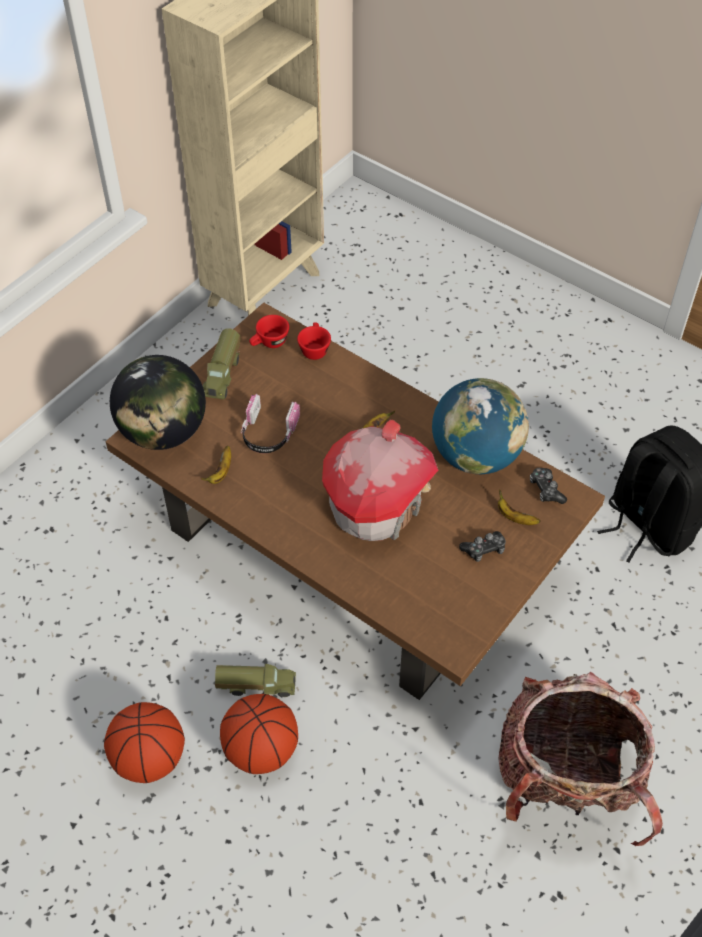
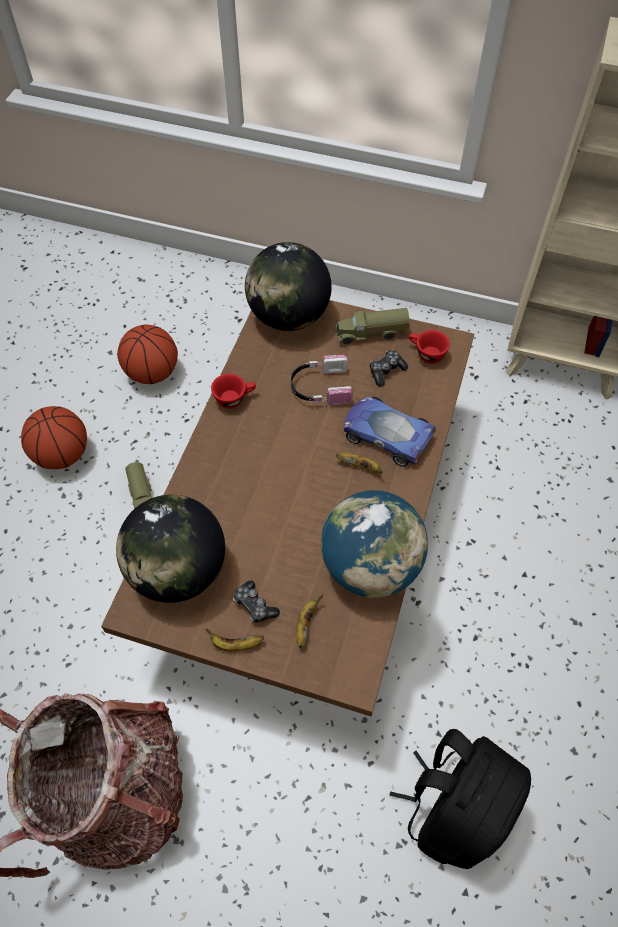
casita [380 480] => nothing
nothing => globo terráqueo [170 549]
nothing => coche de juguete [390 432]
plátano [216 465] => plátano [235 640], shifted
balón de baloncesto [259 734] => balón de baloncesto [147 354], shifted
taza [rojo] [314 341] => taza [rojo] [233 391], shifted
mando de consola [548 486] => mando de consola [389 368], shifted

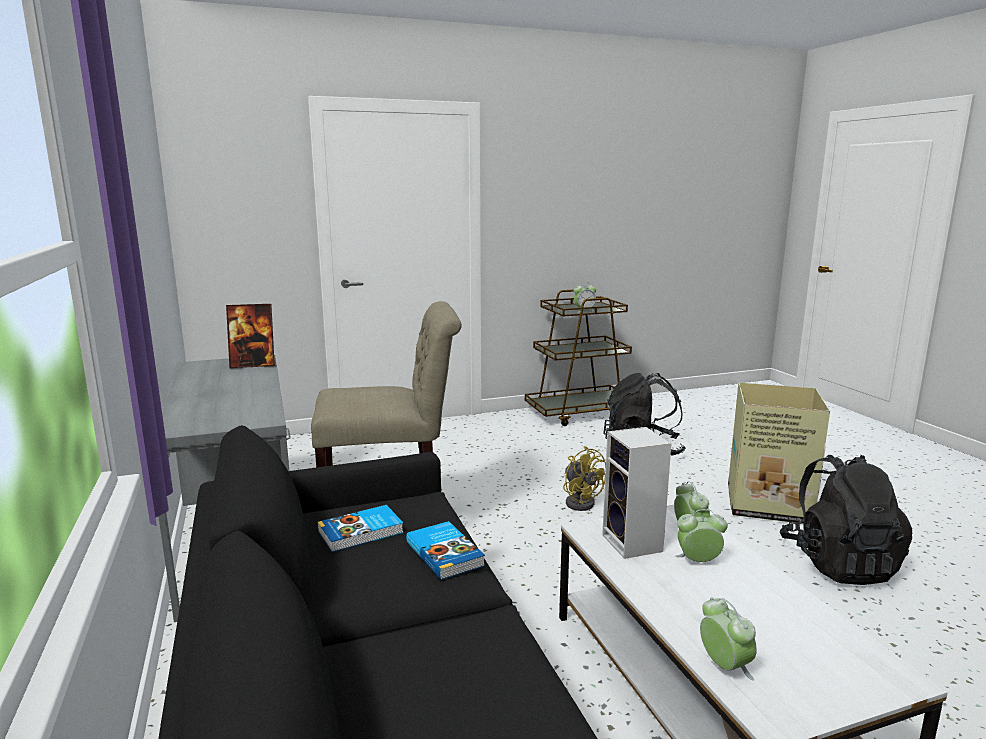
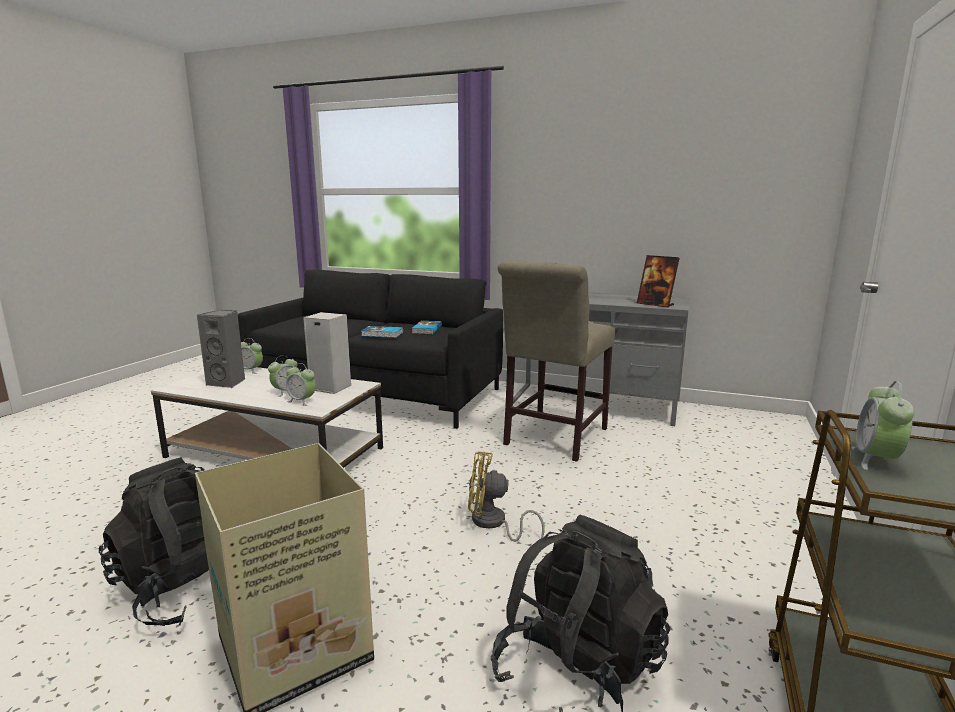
nothing => altavoz [gris] [221 349]
portarretratos [250 336] => portarretratos [658 281], 75 degrees counterclockwise

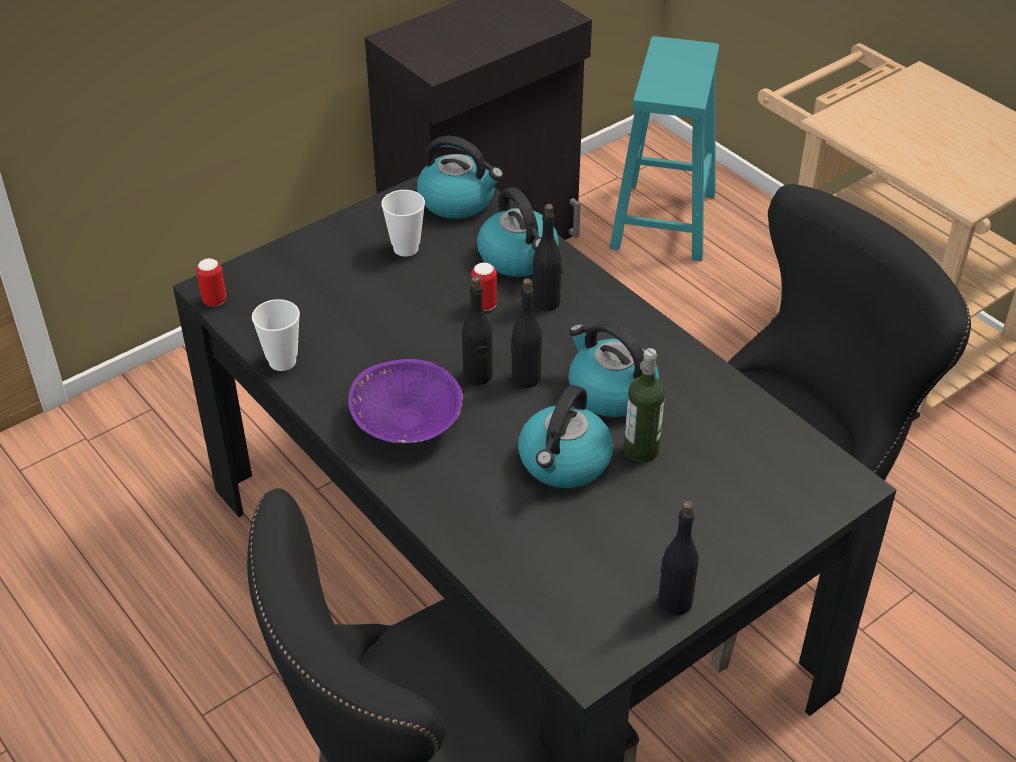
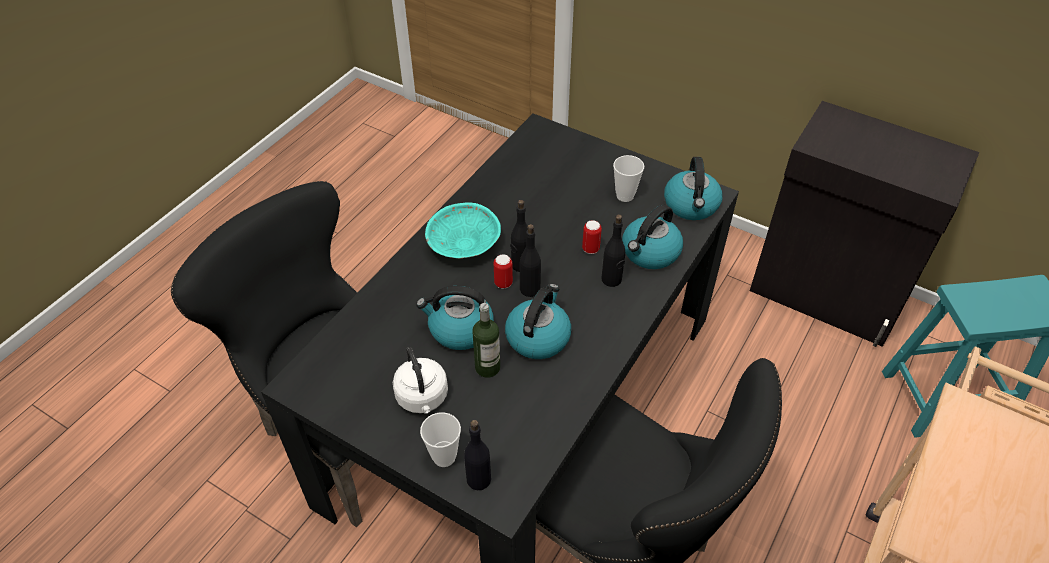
nothing => hervidor [blanco] [420 380]
lata [211 282] => lata [503 271], shifted
taza [276 335] => taza [440 439], shifted
botella [negro] [678 558] => botella [negro] [477 455], shifted
cuenco [morado] [405 401] => cuenco [turquesa] [463 230]

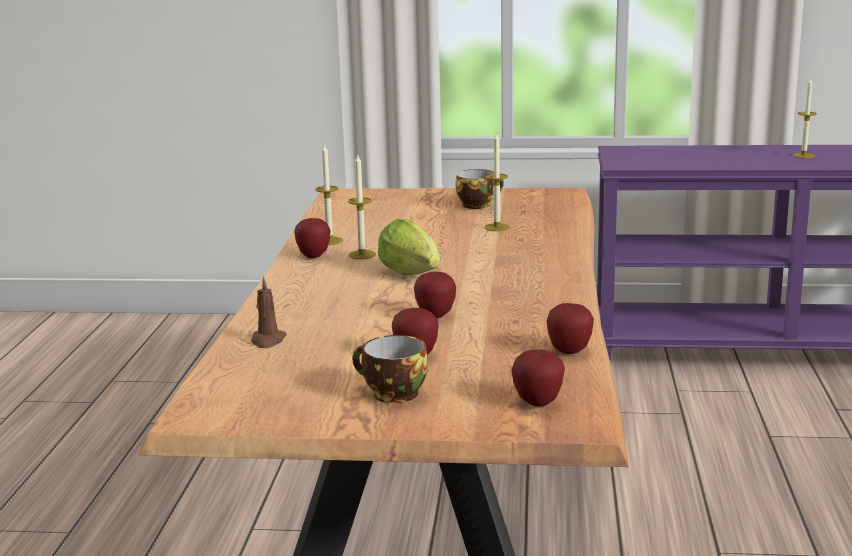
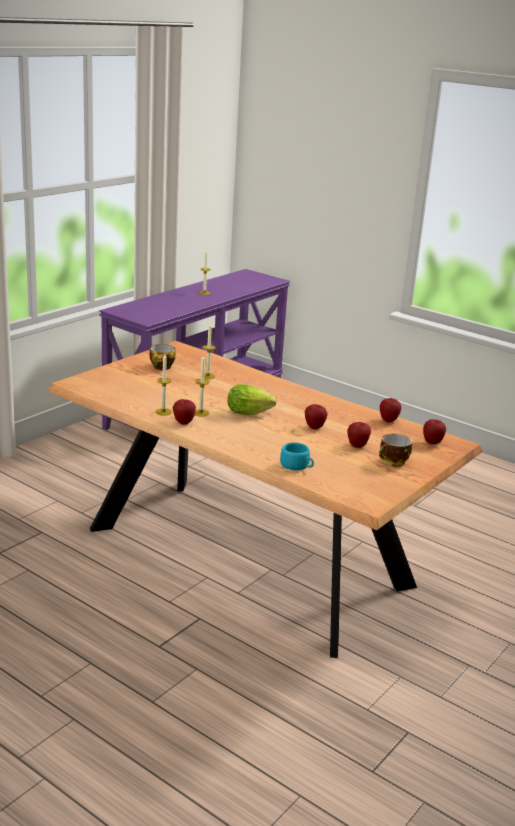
vela [marrón] [269 312] => taza [turquesa] [297 456]

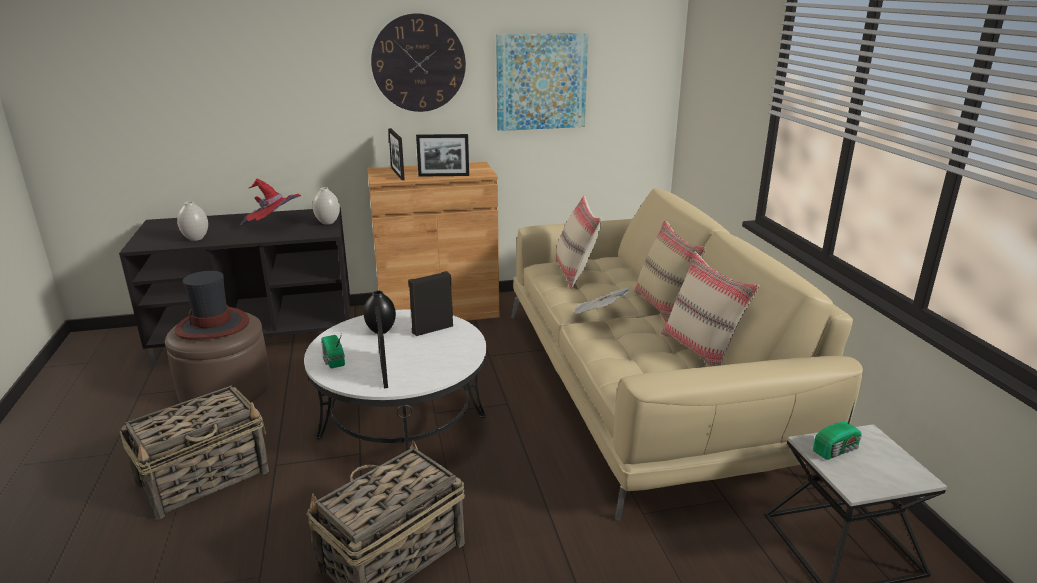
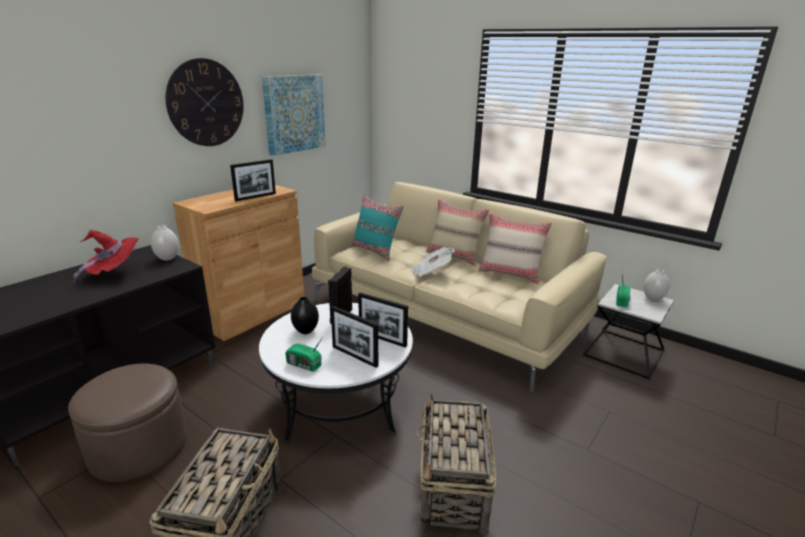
sombrero [212 305] => nothing
florero [blanco] [192 221] => florero [blanco] [656 285], shifted
portarretratos [396 154] => portarretratos [383 320], shifted
cojín [beis] [579 242] => cojín [turquesa] [377 228]

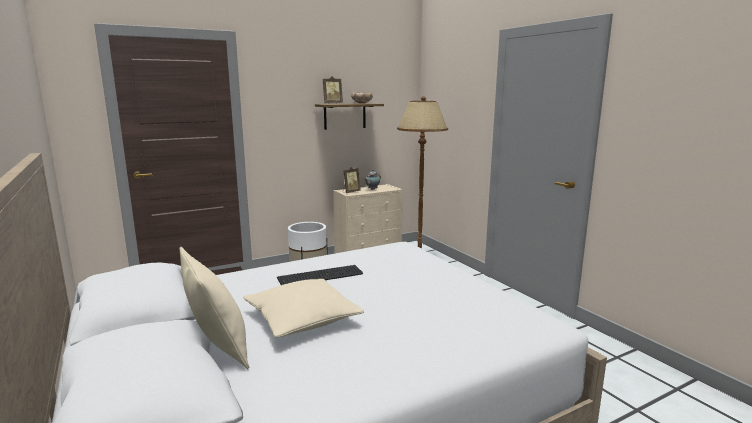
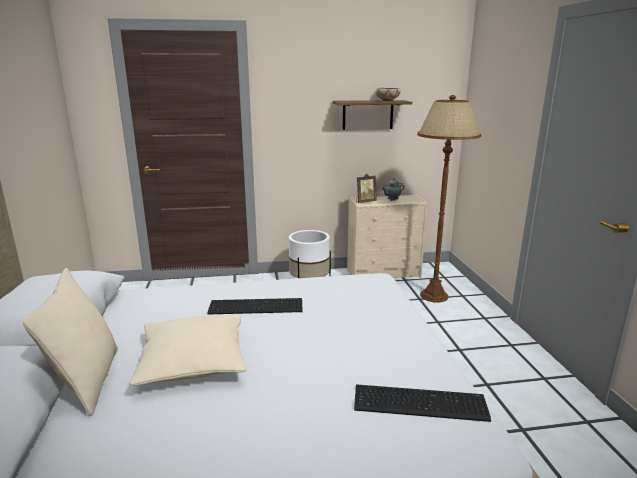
portarretratos [333 90] => nothing
nothing => teclado [422 403]

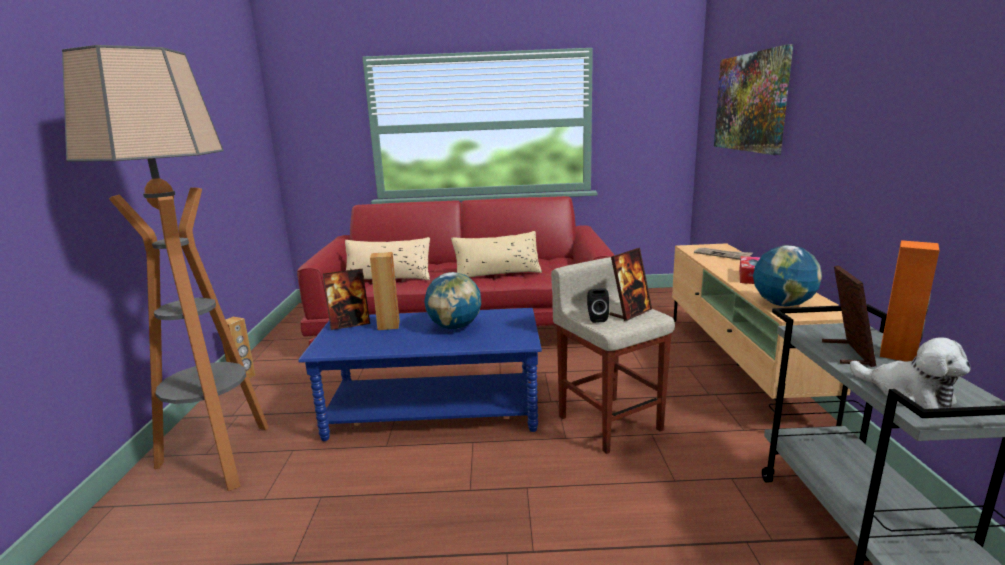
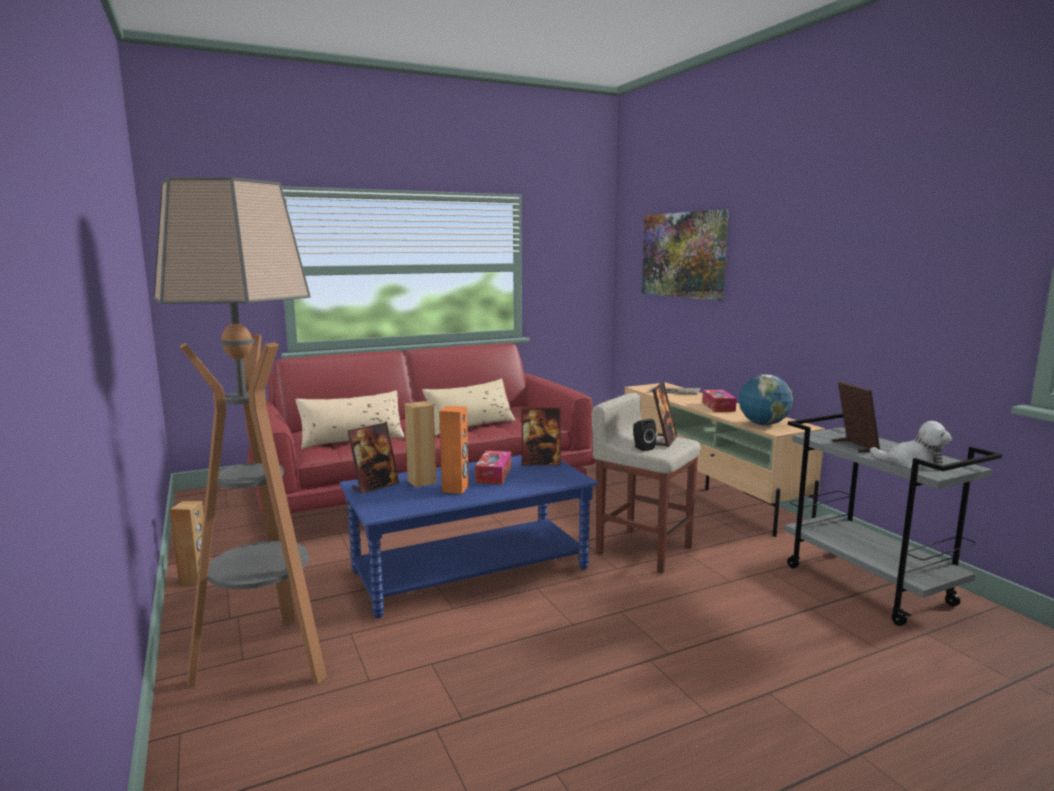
nothing => portarretratos [541 437]
altavoz [naranja] [910 301] => altavoz [naranja] [454 450], shifted
globo terráqueo [452 300] => caja de pañuelos [493 468]

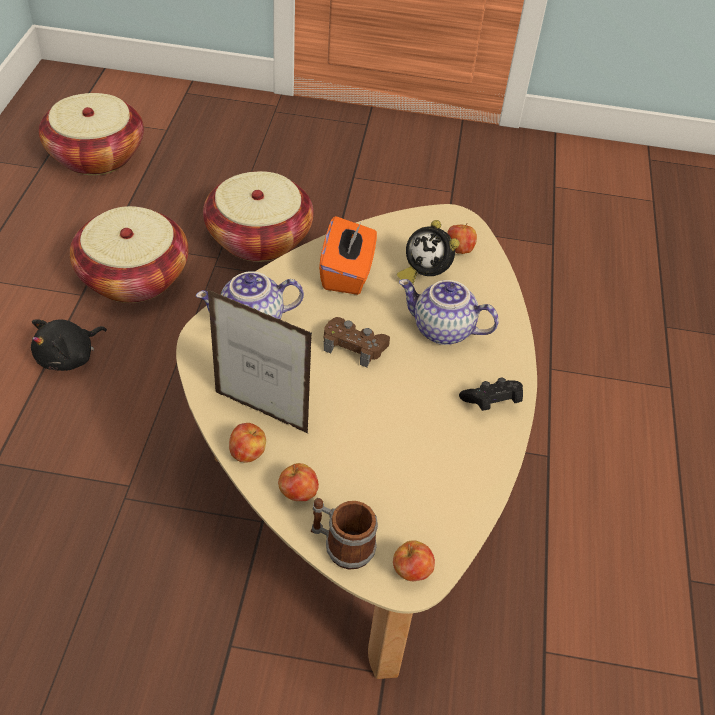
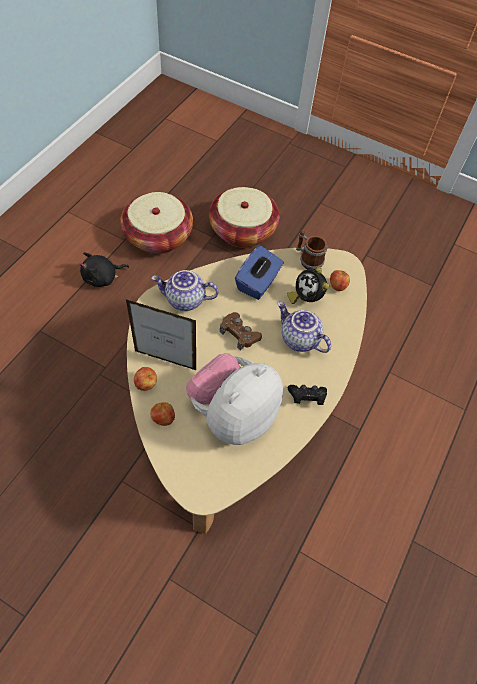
cesta [91 134] => nothing
manzana [414 560] => nothing
nothing => peluche [234 399]
taza grande [344 533] => taza grande [312 250], shifted
caja de pañuelos [naranja] [348 255] => caja de pañuelos [azul] [259 272]
portarretratos [260 361] => portarretratos [161 334], 150 degrees clockwise

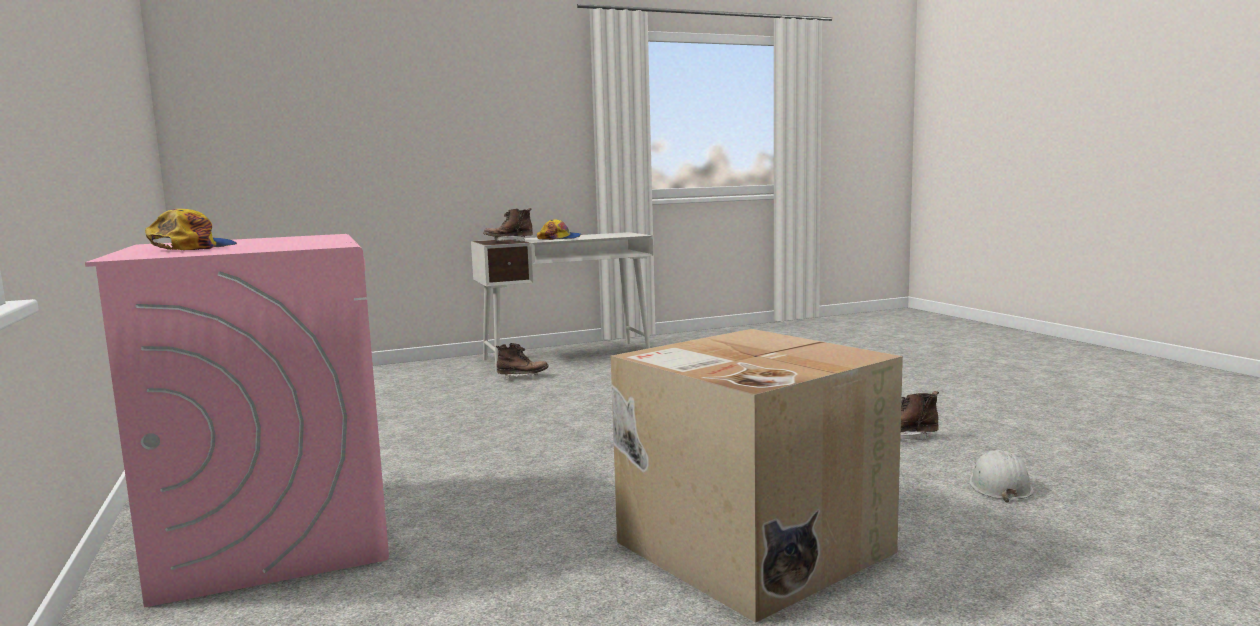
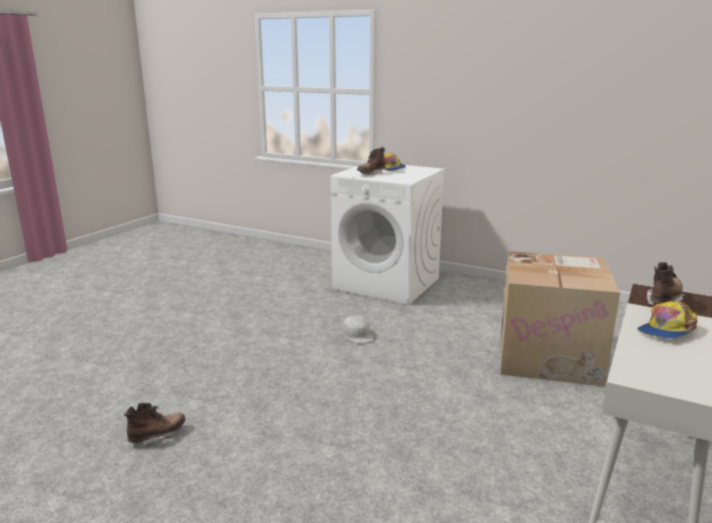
bota [marrón] [522 361] => bota [marrón] [371 161], shifted
caja de cartón [757 476] => caja de cartón [560 319], shifted
casco [blanco] [1001 476] => casco [blanco] [357 329], shifted
lavadora [rosa] [237 421] => lavadora [blanco] [388 234]

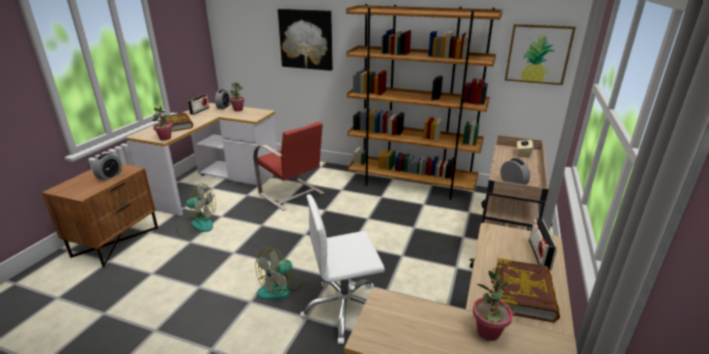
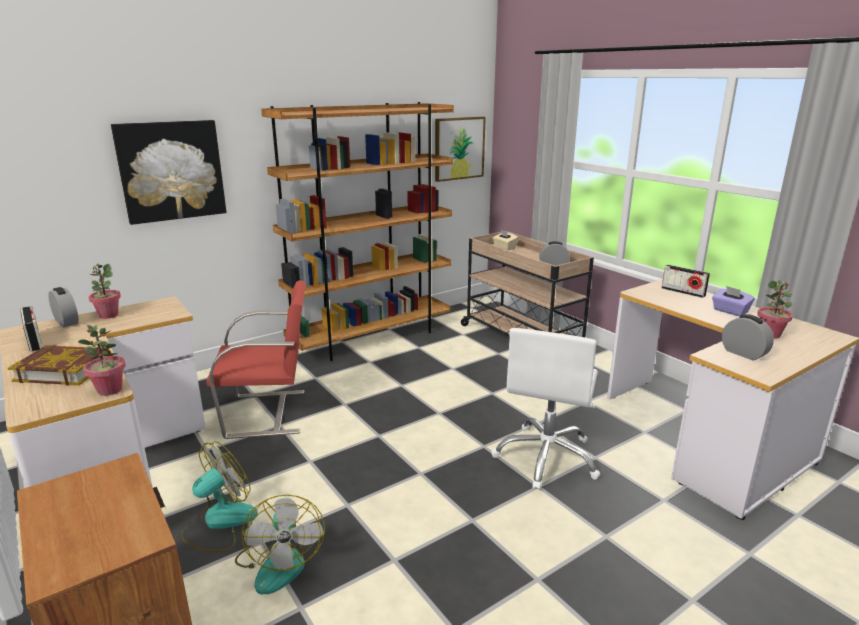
despertador [107 167] => despertador [748 337], shifted
ventilador [279 274] => ventilador [280 545], shifted
libro [527 290] => caja de pañuelos [morado] [733 301]

